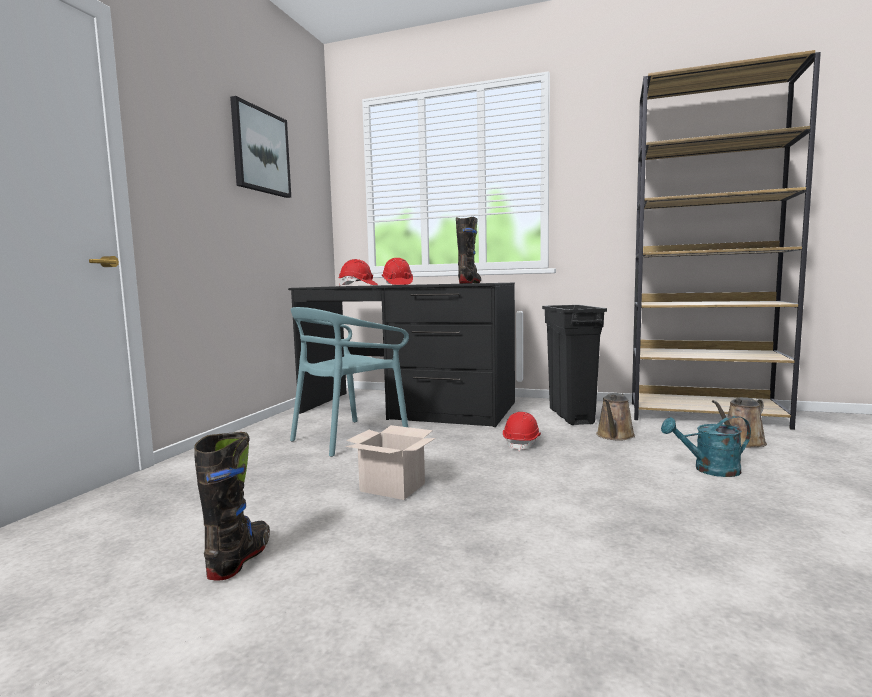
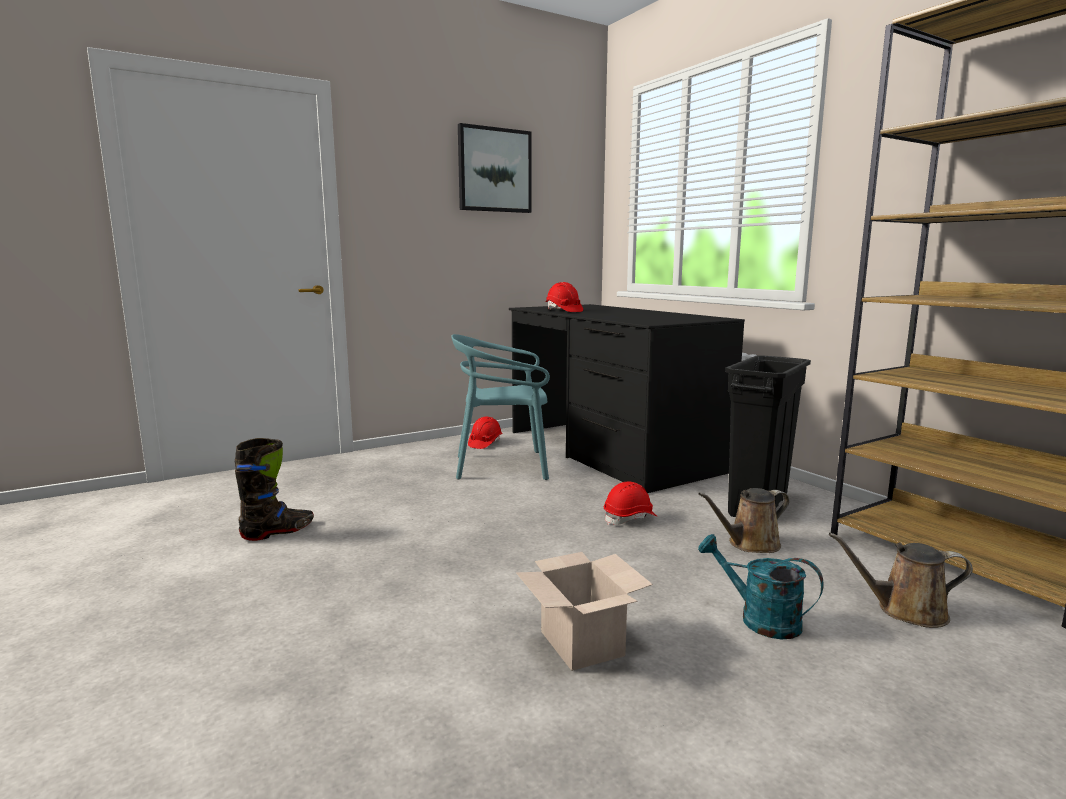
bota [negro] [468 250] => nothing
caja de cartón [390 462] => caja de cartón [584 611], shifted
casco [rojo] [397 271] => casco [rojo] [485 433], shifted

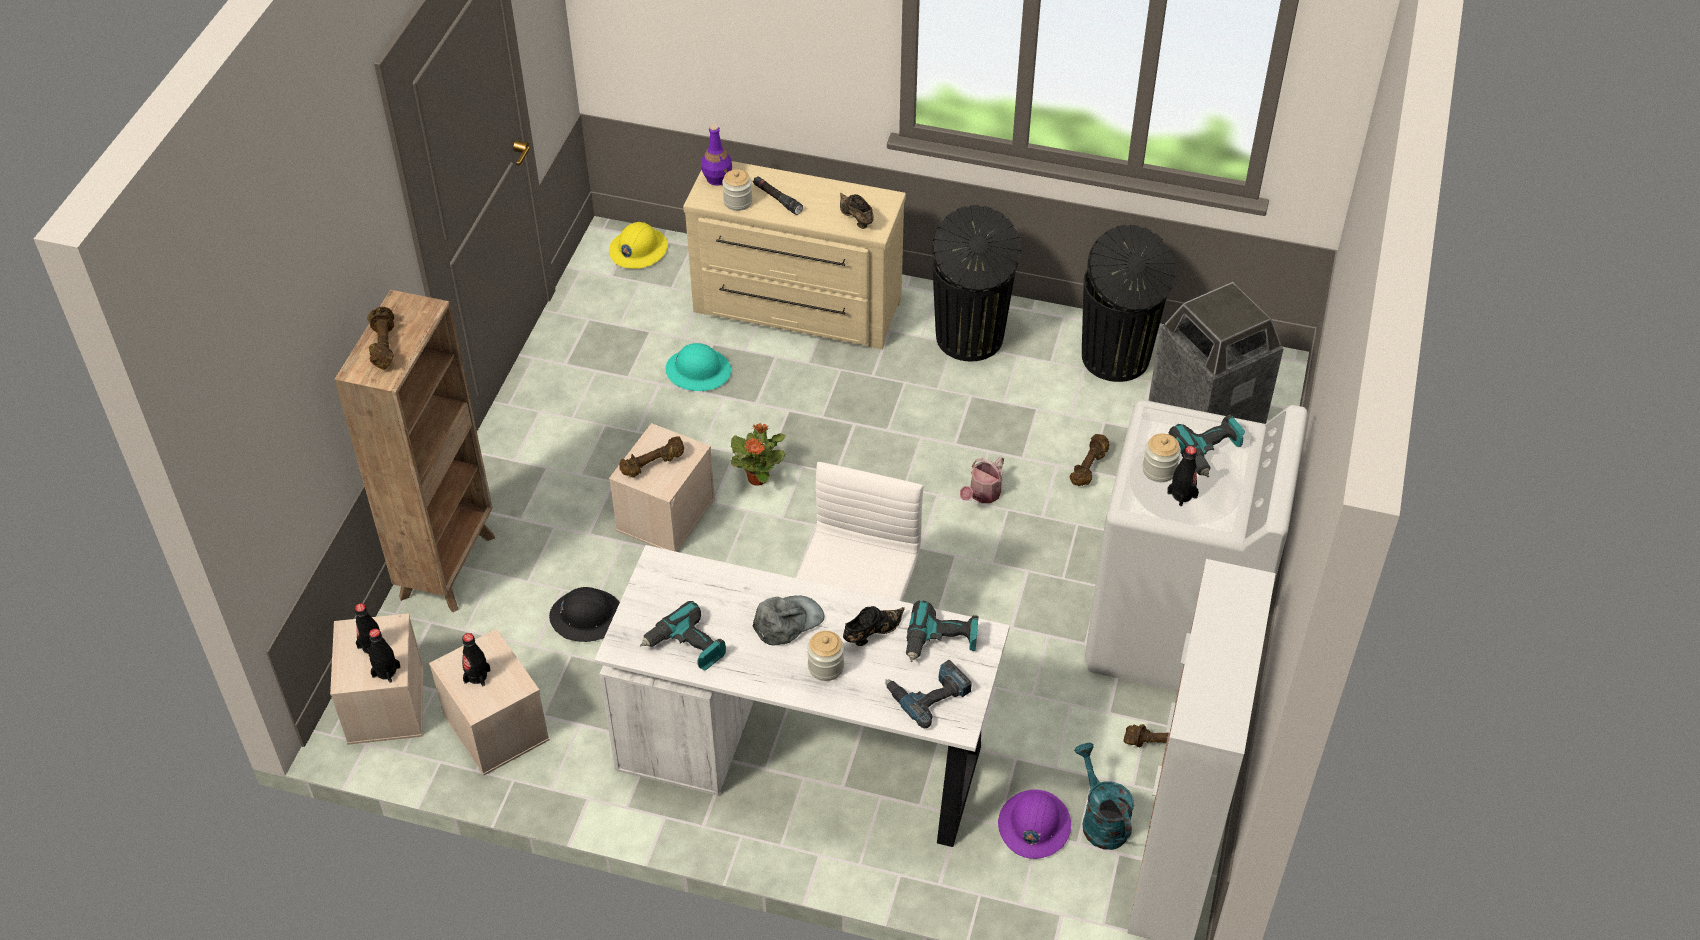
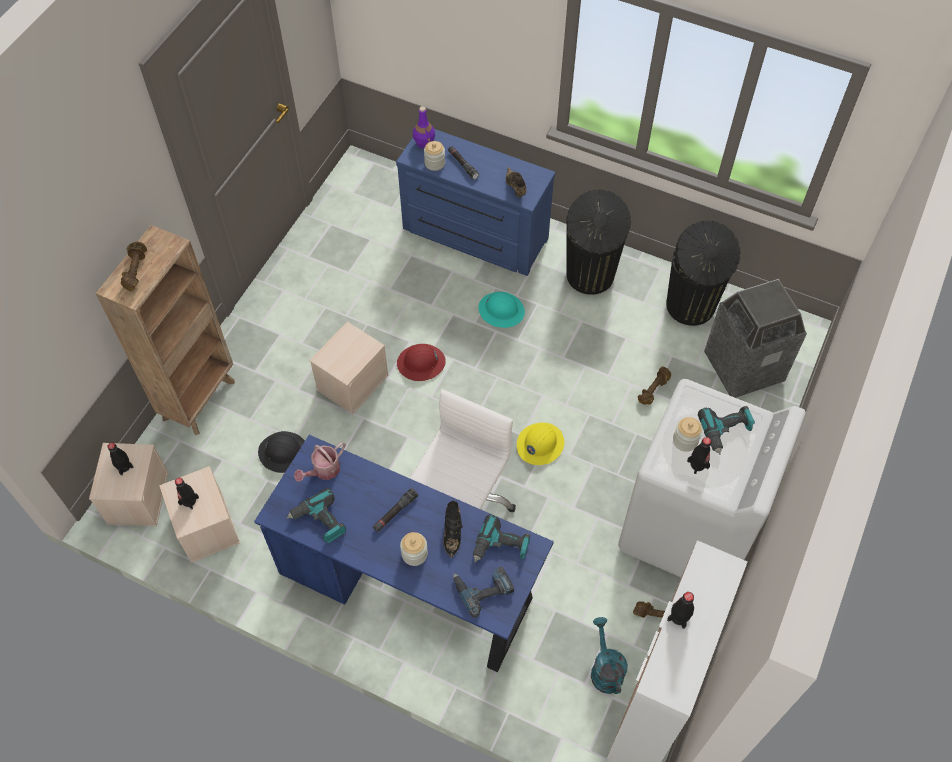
mancuerna [marrón] [651 457] => nothing
casco [morado] [1034 824] => nothing
botella [negro] [384 656] => botella [negro] [680 610], shifted
casco [amarillo] [638 245] => casco [amarillo] [540 444], shifted
casco [turquesa] [698 367] => casco [turquesa] [502 310], shifted
regadera [982 479] => regadera [320 462], shifted
planta en maceta [758 454] => casco [rojo] [421 362]
gorra [gris] [788 621] => linterna [negro] [395 510]
escritorio [blanco] [802 696] => escritorio [azul] [404 553]
cómoda [beis] [794 255] => cómoda [azul] [475 202]
zapato [negro] [874 626] => zapato [negro] [453 529], 120 degrees clockwise

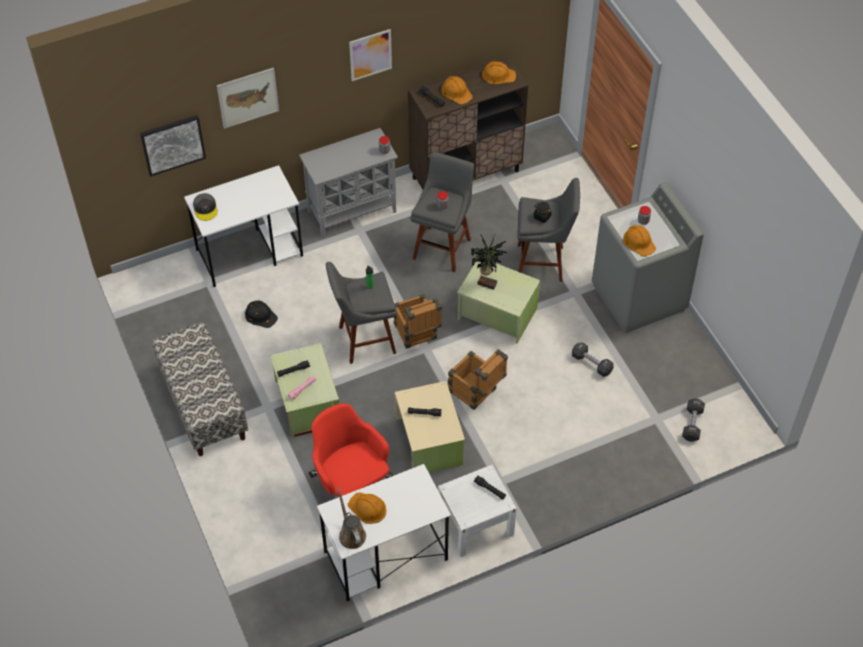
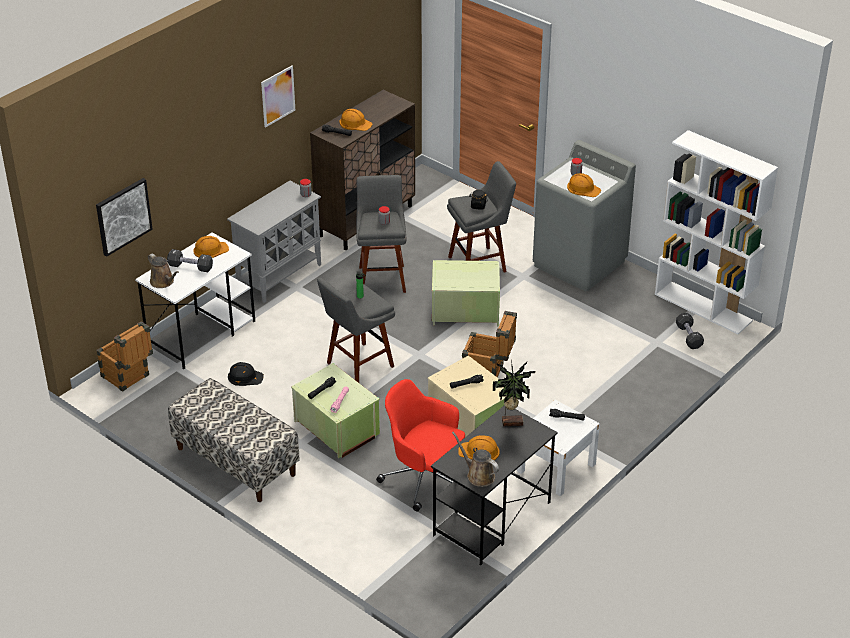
cuadro [248 98] => nothing
nothing => estantería [blanco] [716 232]
caja de embalaje [418 321] => caja de embalaje [124 356], shifted
planta en maceta [489 262] => planta en maceta [514 393], shifted
casco [naranja] [499 72] => casco [naranja] [211 247], shifted
mancuerna [negro] [593 359] => mancuerna [negro] [190 260], shifted
gorra [gris] [205 207] => regadera [marrón] [163 271]
escritorio [blanco] [384 532] => escritorio [negro] [494 485]

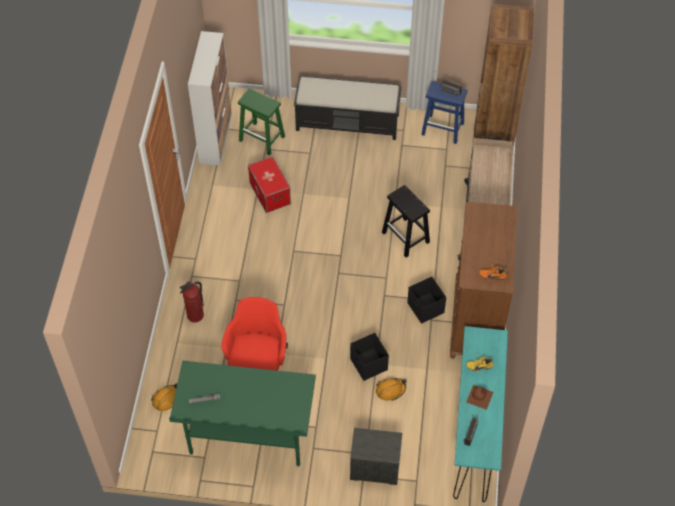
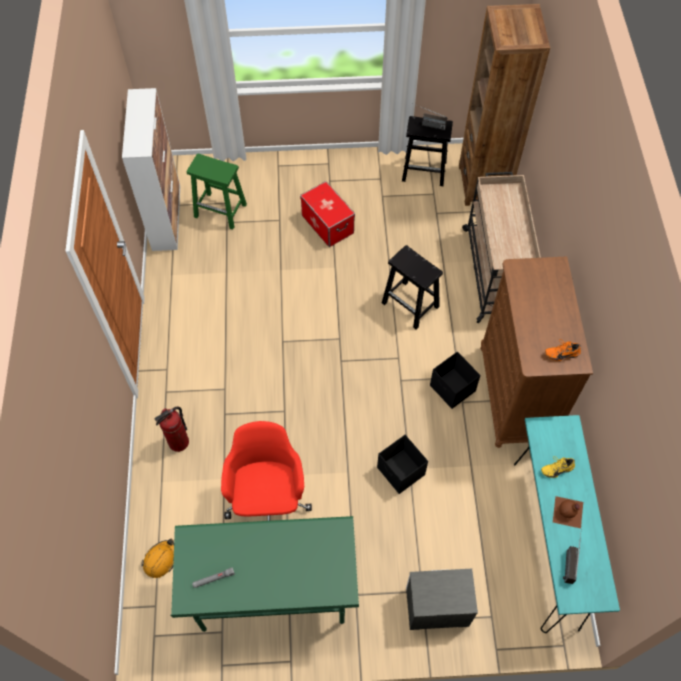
banco [negro] [348 107] => nothing
casco [naranja] [391 389] => nothing
caja de almacenaje [269 184] => caja de almacenaje [327 214], shifted
taburete [azul] [444 112] => taburete [negro] [427 151]

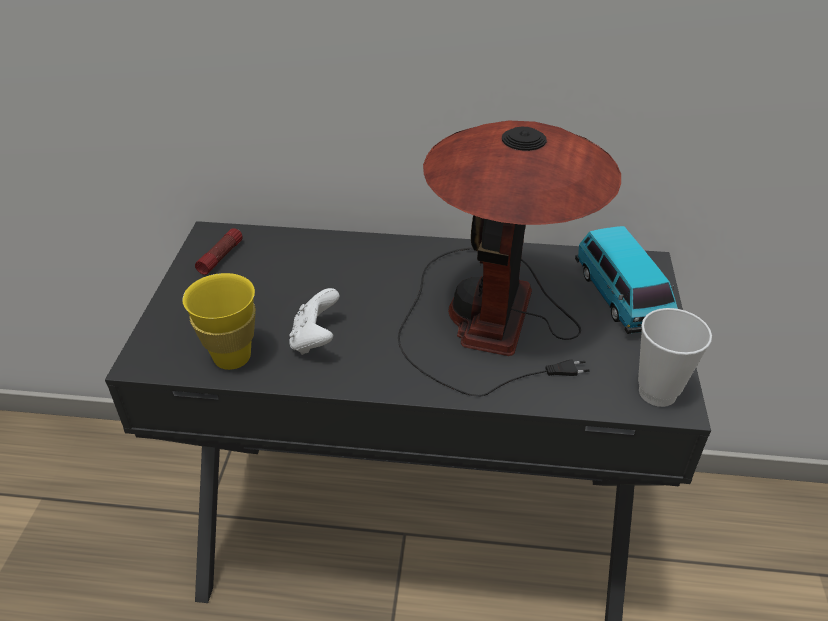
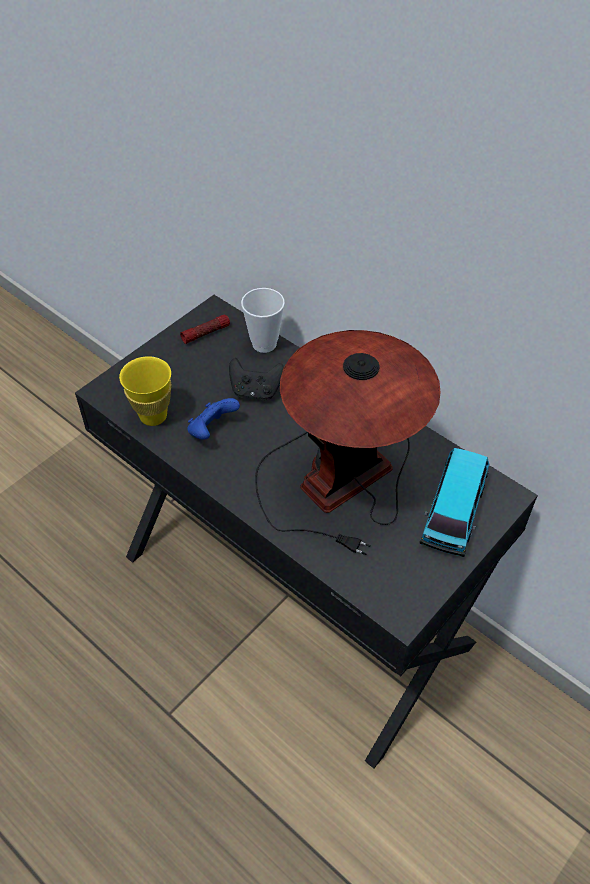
nothing => mando de consola [negro] [256 379]
taza [675 357] => taza [263 320], shifted
mando de consola [blanco] [314 321] => mando de consola [azul] [213 419]

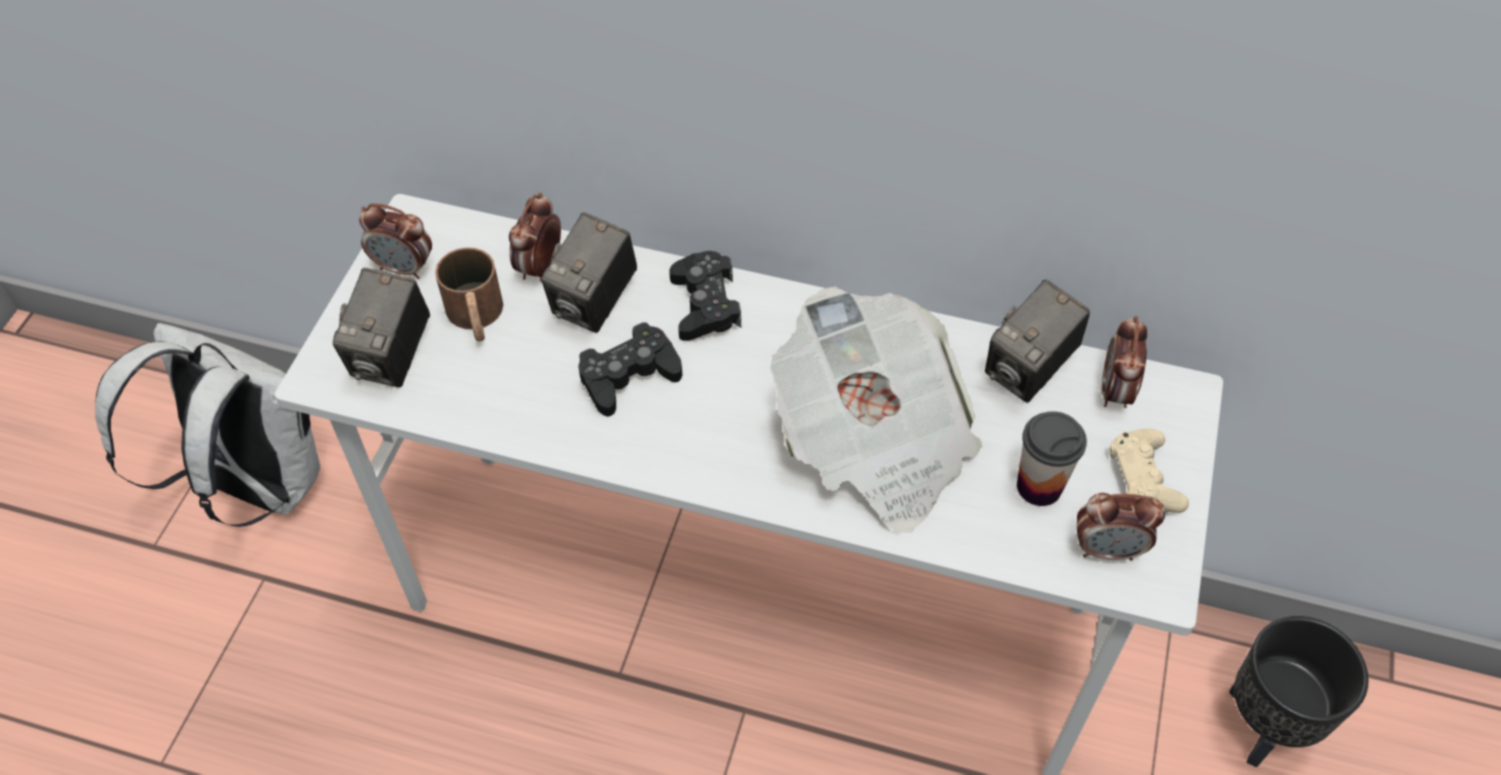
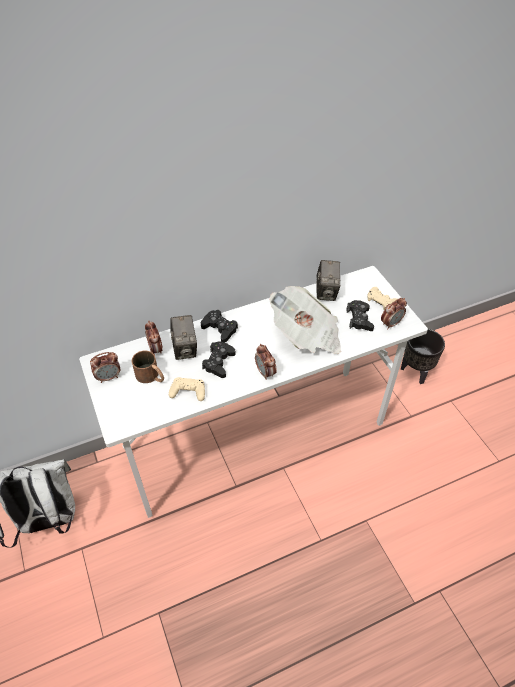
cámara [381 328] => nothing
nothing => mando de consola [beis] [187 389]
despertador [1124 362] => despertador [266 362], shifted
taza [1052 458] => mando de consola [negro] [360 315]

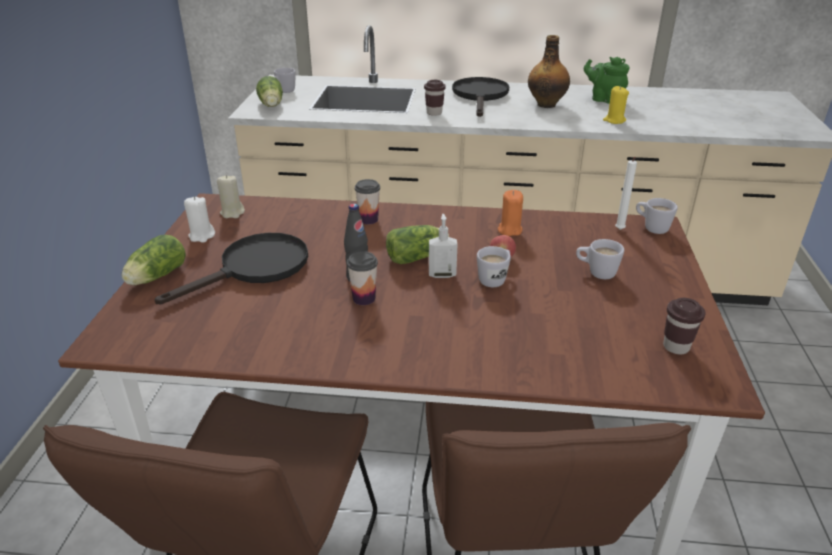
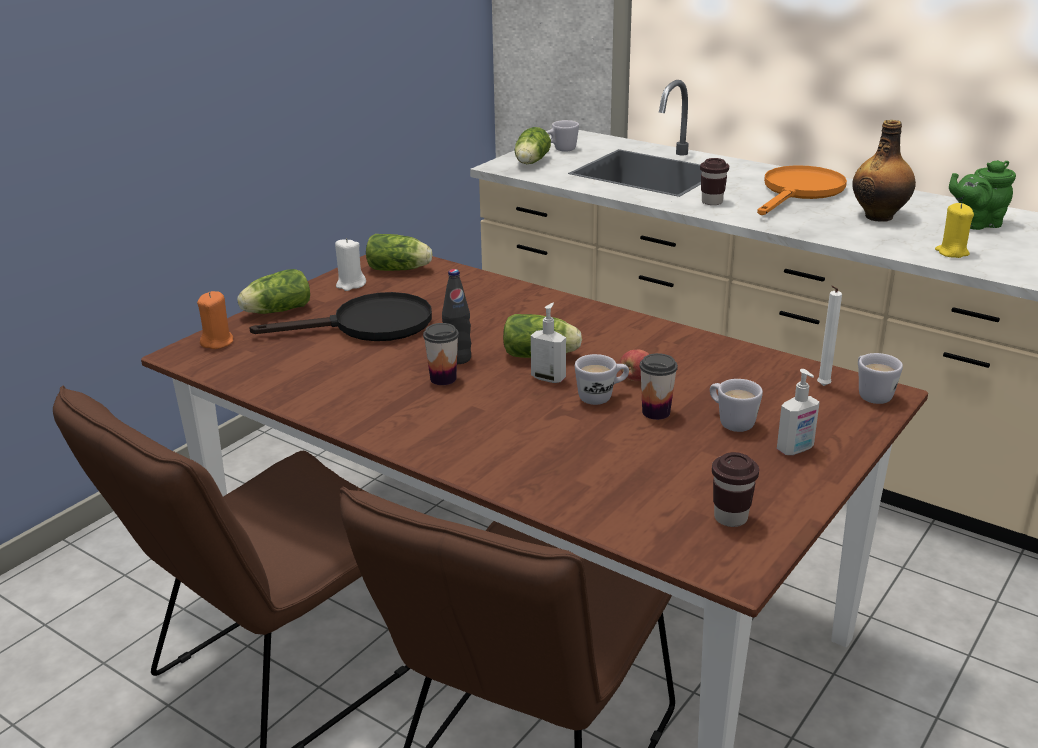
nothing => dispensador de jabón [798 412]
taza [367 201] => taza [659 386], shifted
vela [naranja] [510 213] => vela [naranja] [215 320], shifted
vela [beis] [231 196] => lechuga [399 252]
sartén [negro] [480 97] => sartén [naranja] [802 190]
tetera [verde] [606 80] => tetera [verde] [982 195], 75 degrees counterclockwise

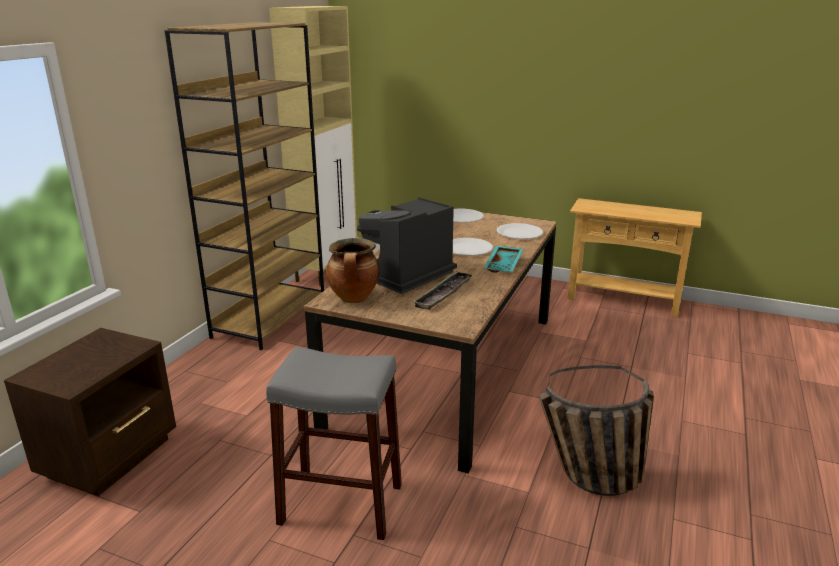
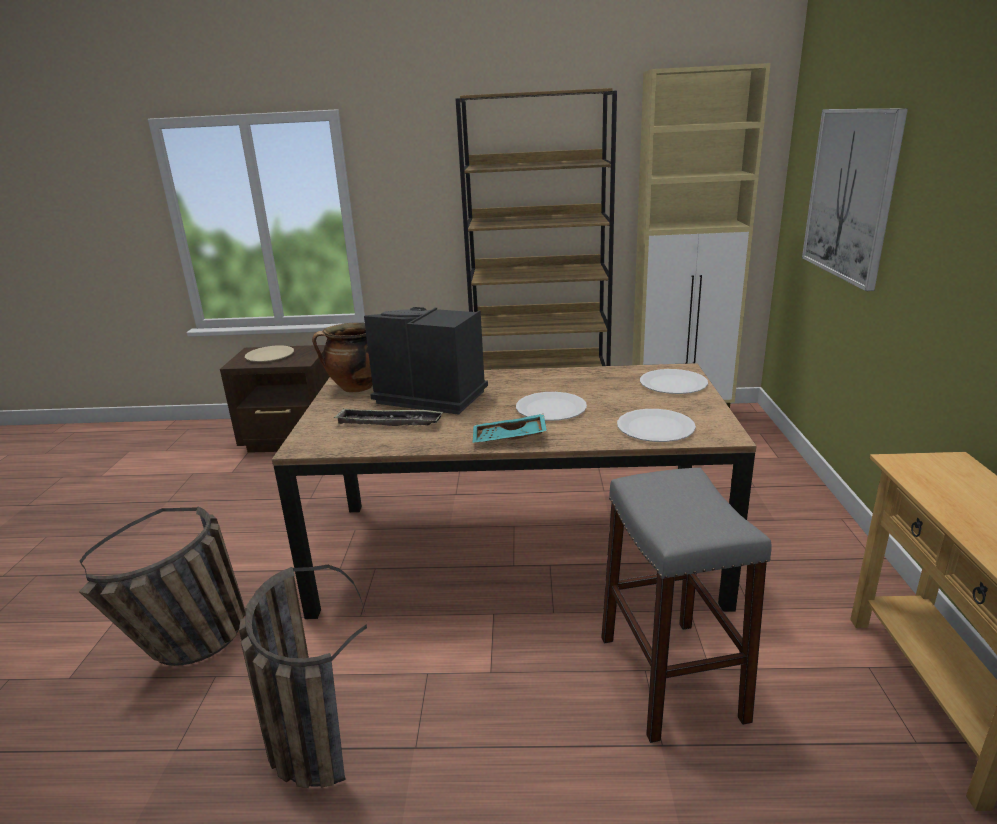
nothing => cesta [162 586]
nothing => plato [beis] [269 353]
nothing => cuadro [855 199]
taburete [gris] [334 443] => taburete [gris] [686 605], shifted

